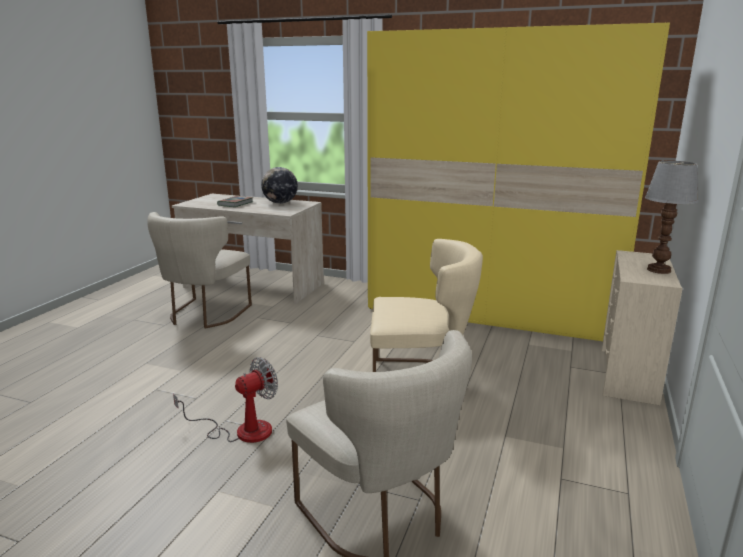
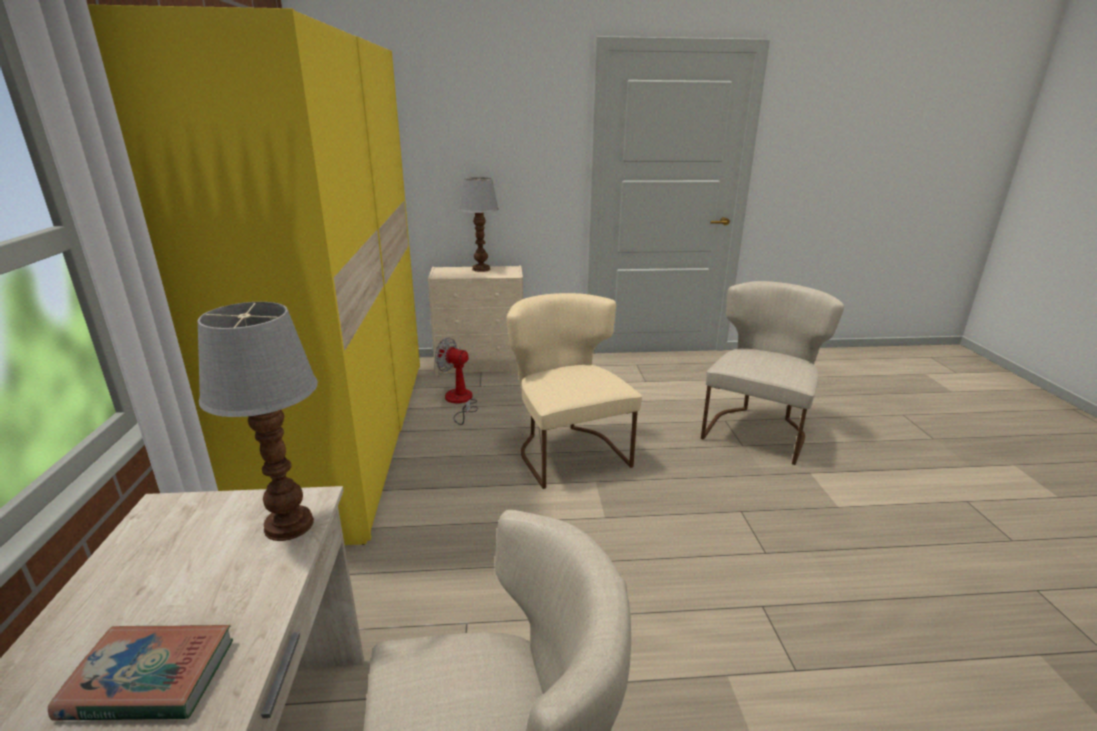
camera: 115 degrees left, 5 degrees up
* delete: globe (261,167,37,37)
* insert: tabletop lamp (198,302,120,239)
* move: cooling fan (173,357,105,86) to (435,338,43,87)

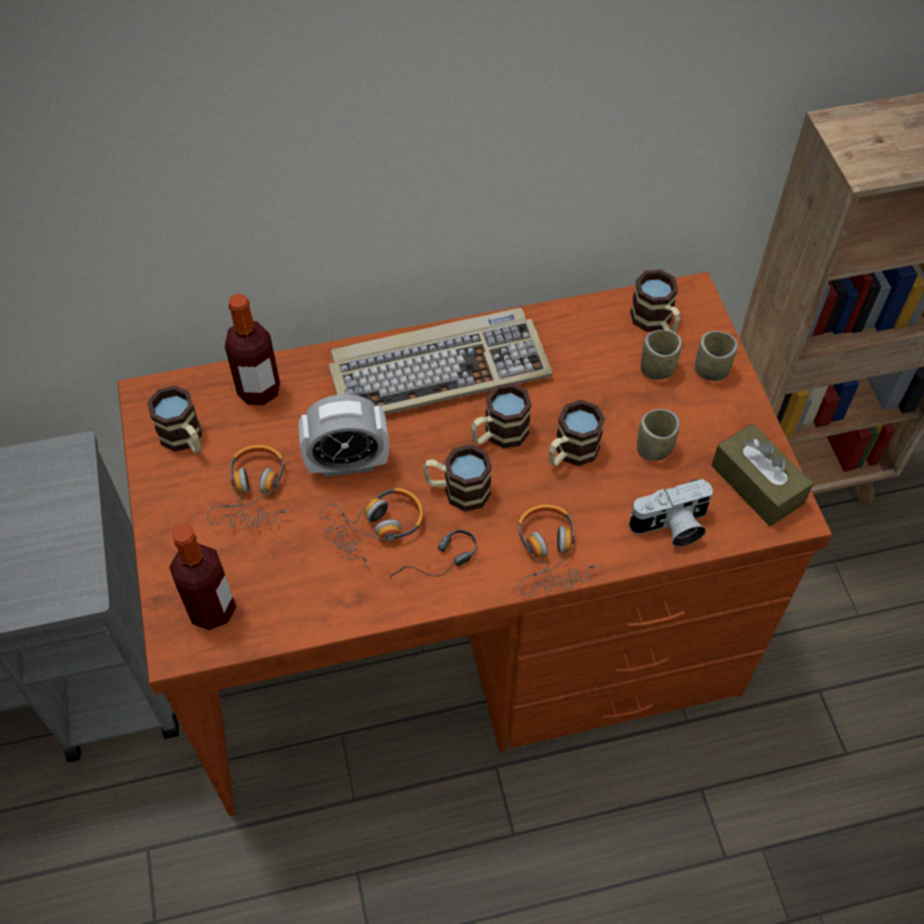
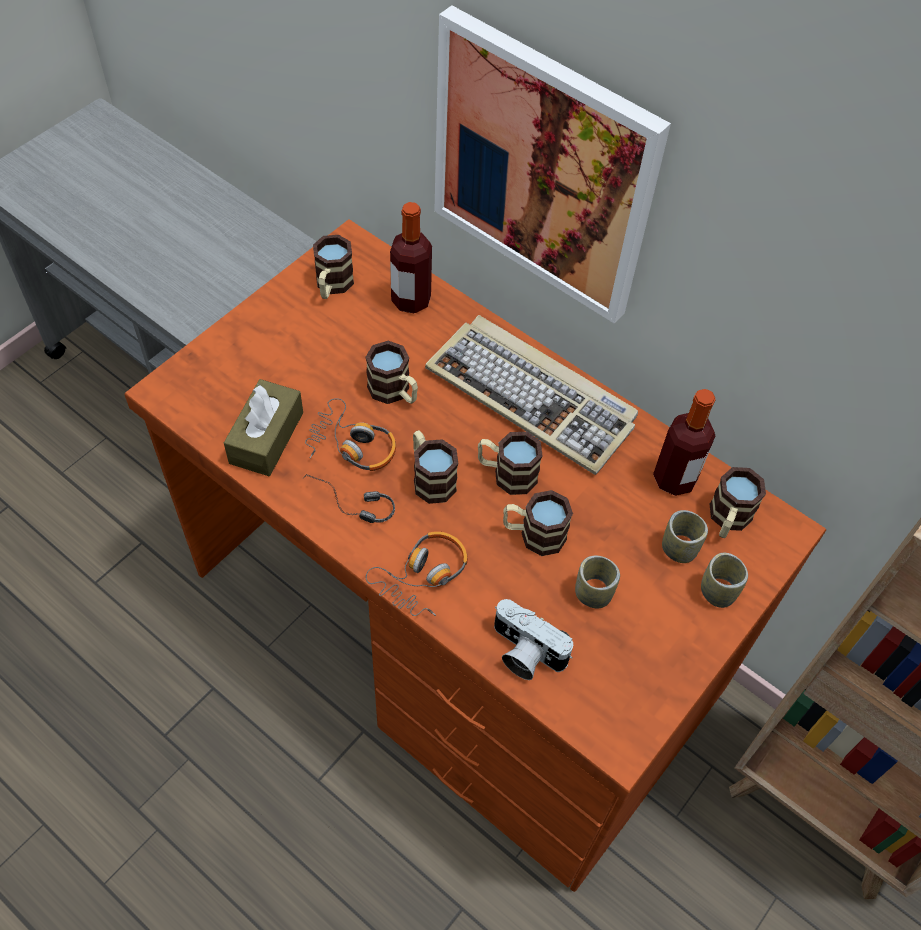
camera: 50 degrees right, 0 degrees up
* delete: headset (207,445,83,83)
* insert: wall picture (434,6,237,318)
* move: drink bottle (169,524,67,106) to (653,389,63,107)
* move: brownish tissue box (712,423,101,103) to (224,379,79,97)
* replace: table clock (298,394,91,83) to mug (366,341,52,63)

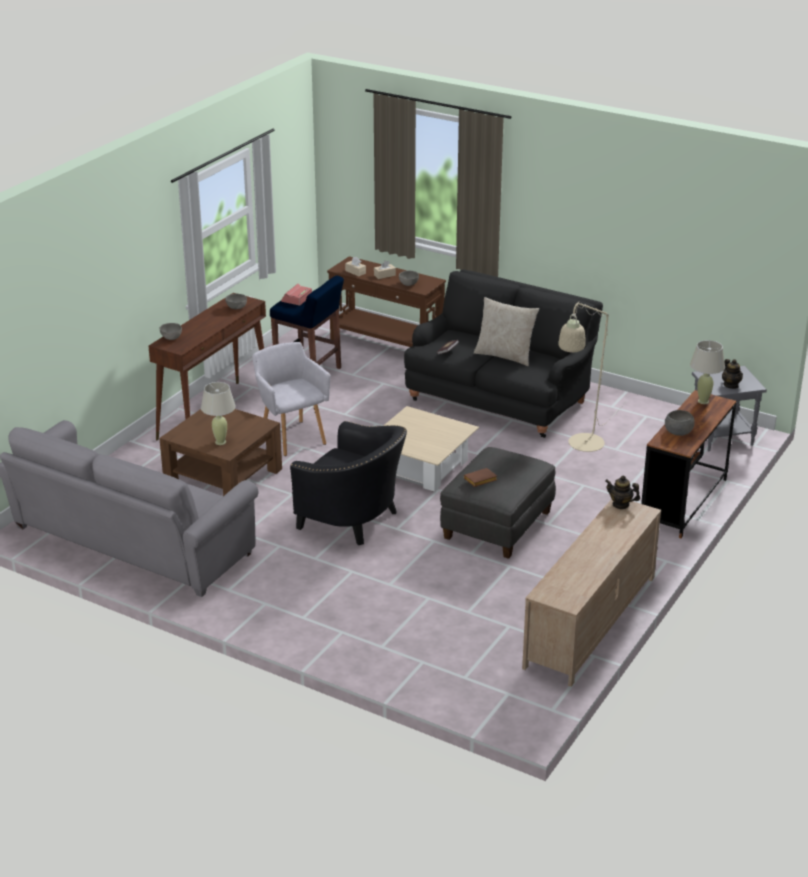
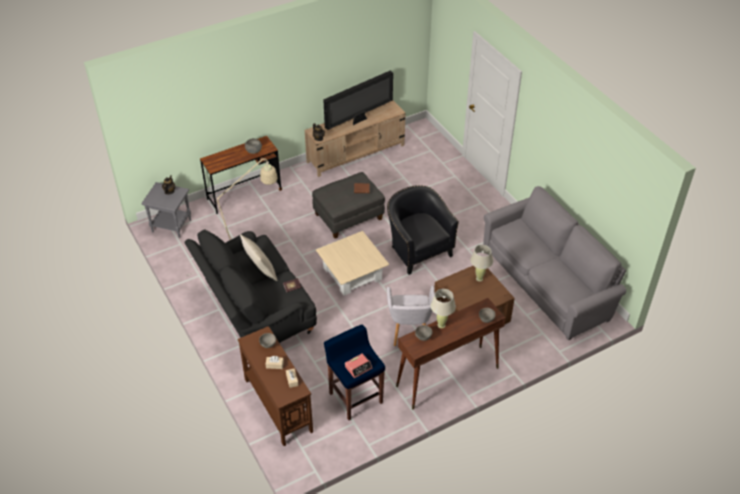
camera: 150 degrees left, 15 degrees up
* insert: TV (323,71,70,59)
* move: sand-coloured tabletop lamp (690,340,35,64) to (431,289,25,39)

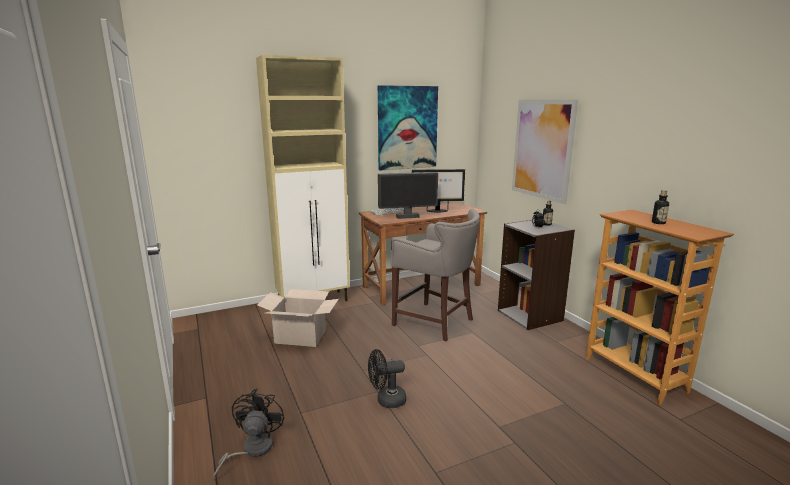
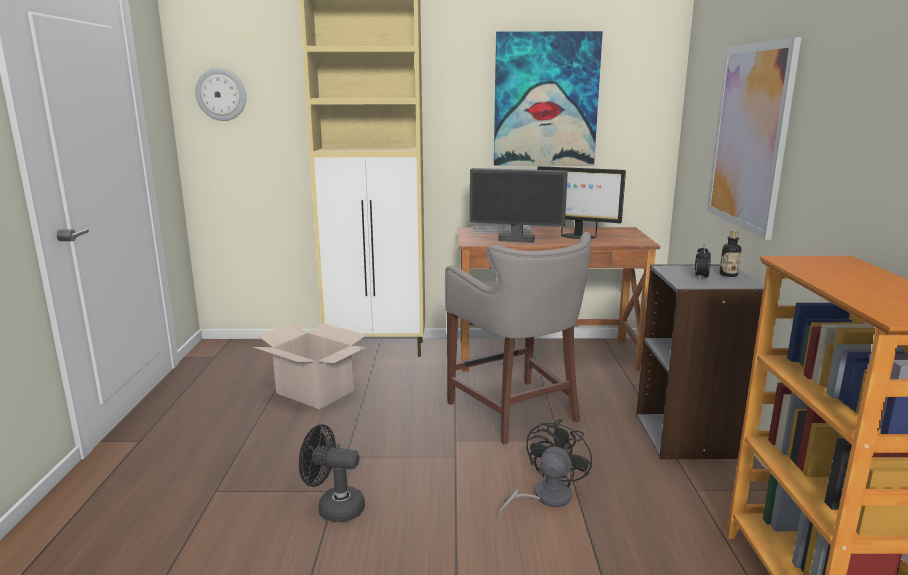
camera: 25 degrees right, 0 degrees up
* delete: drink bottle (652,190,17,34)
* insert: clock on the wall (195,68,51,53)
* move: blackish cooling fan (212,389,72,92) to (497,419,95,99)

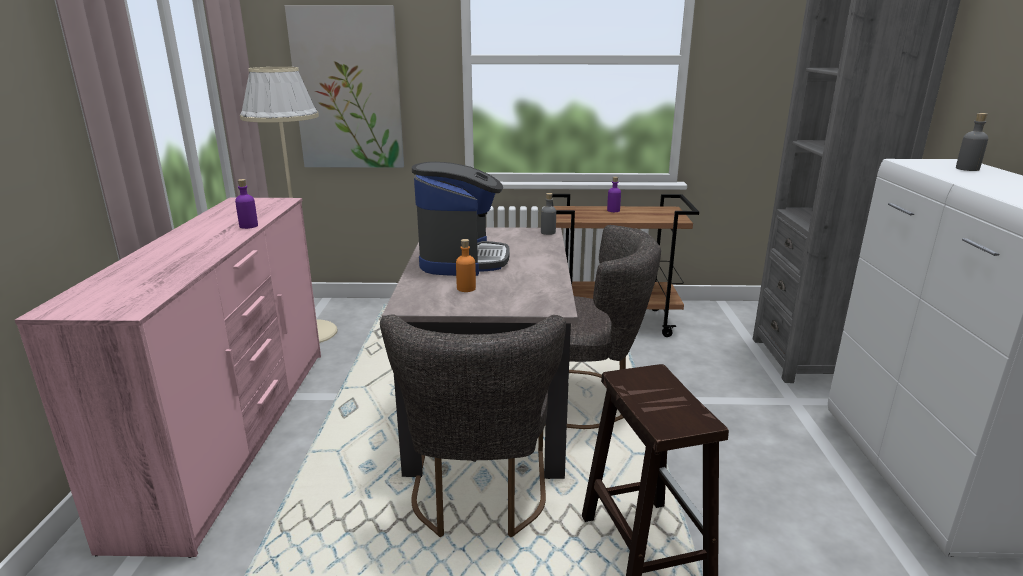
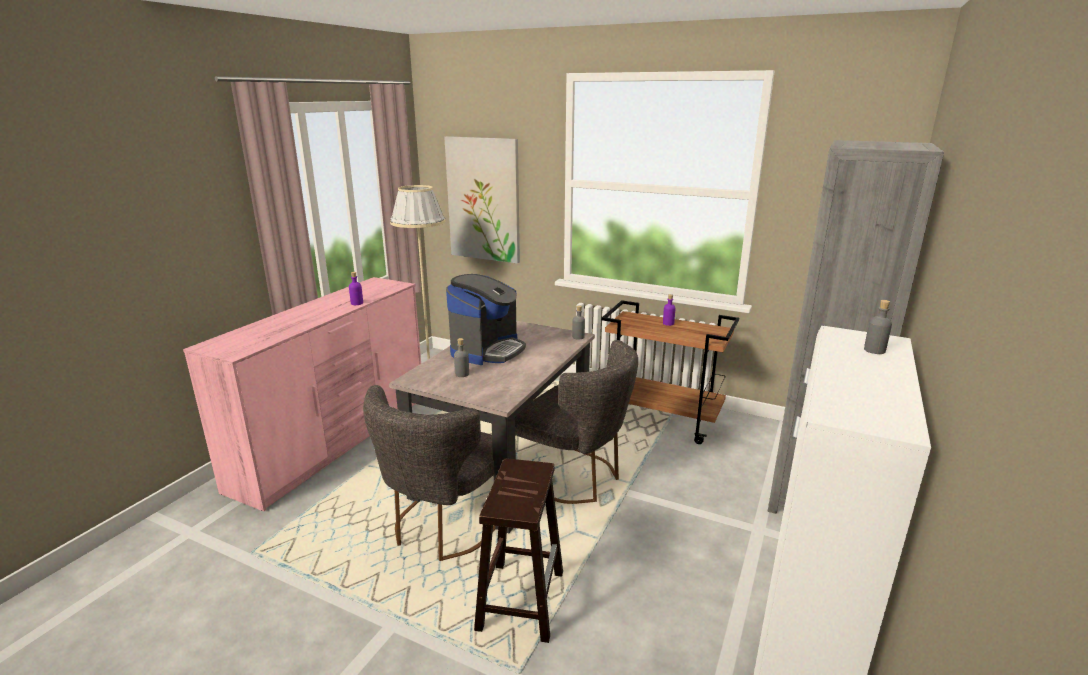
camera: 25 degrees right, 0 degrees up
* recolor: orange drink bottle (456,239,20,53) to grey drink bottle (454,338,15,39)

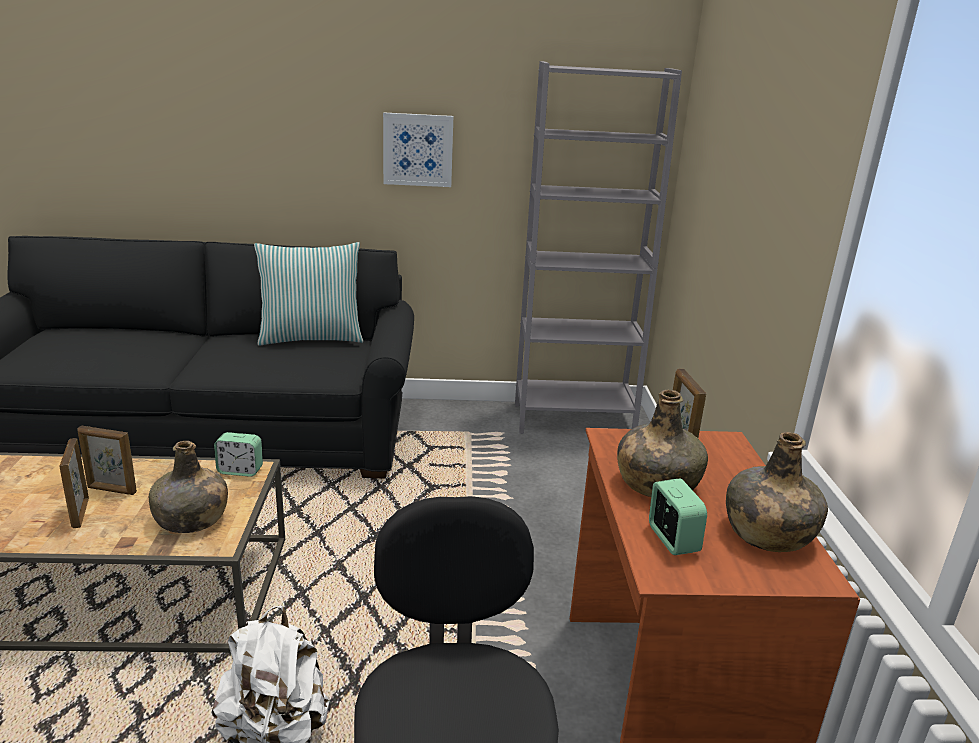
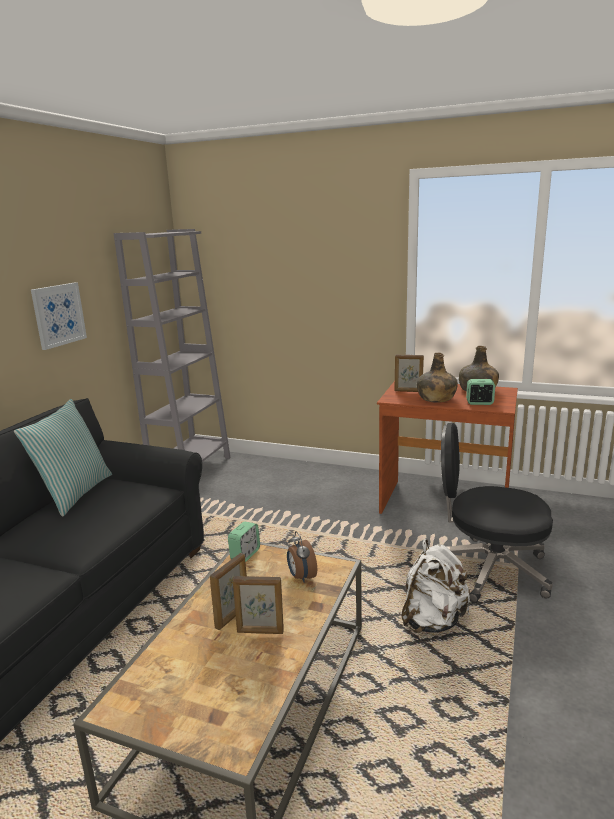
camera: 65 degrees left, 5 degrees down
* replace: greenish drink bottle (149,441,79,92) to table clock (287,531,30,52)

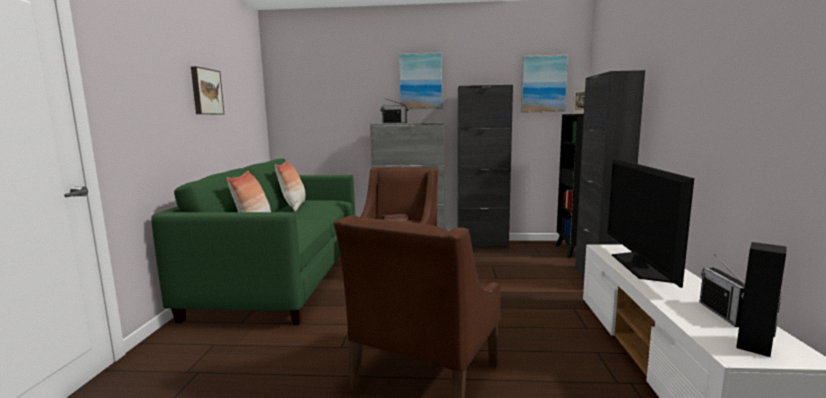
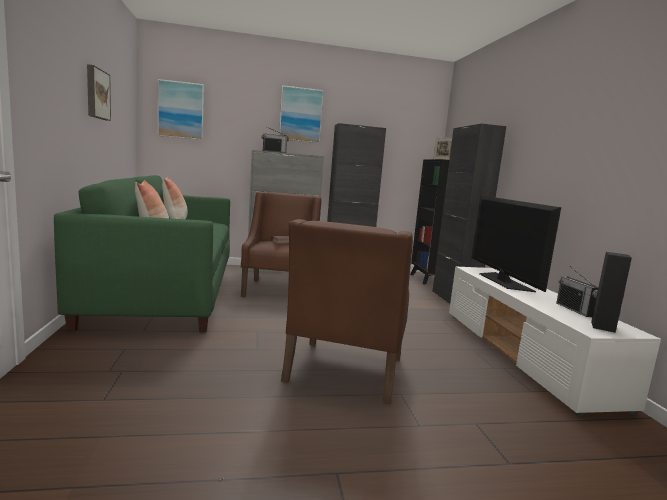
camera: 15 degrees left, 0 degrees up
* move: wall picture (521,54,48,59) to (158,79,46,61)

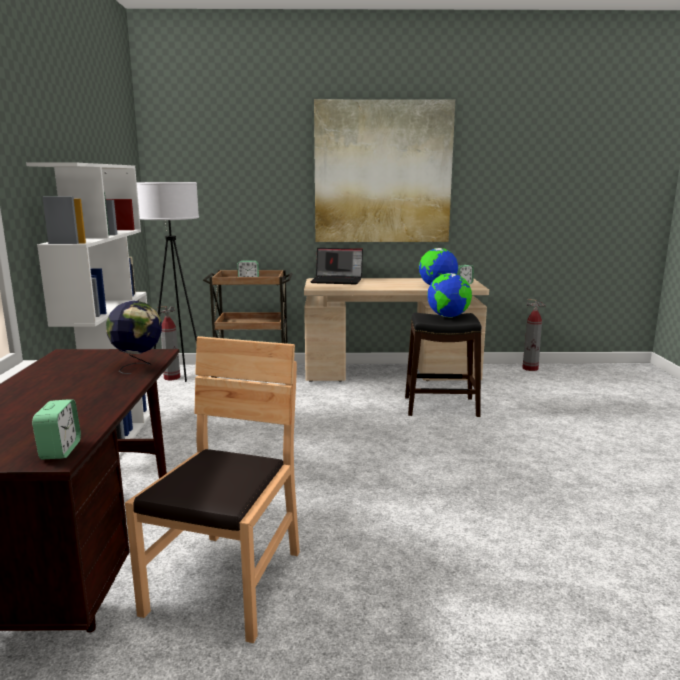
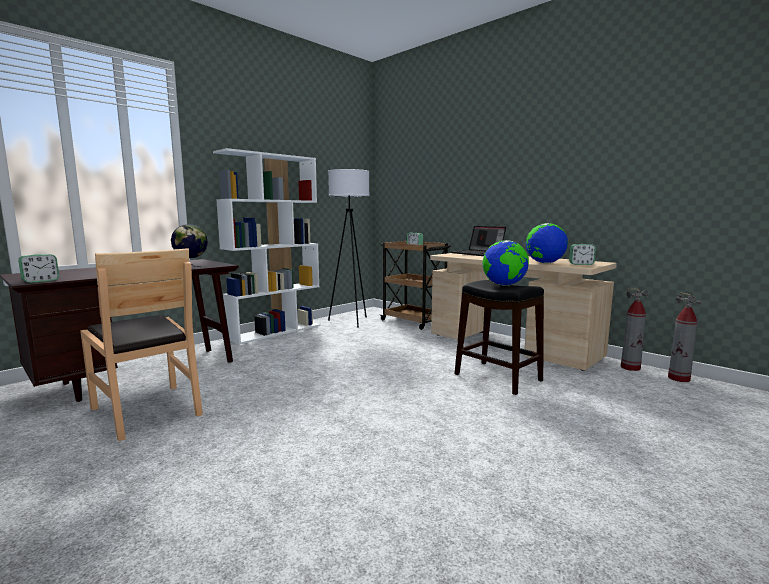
camera: 45 degrees right, 5 degrees down
* delete: wall picture (314,99,141,143)
* move: fire-fighting cylinder (157,306,23,74) to (621,288,28,83)
* rotate: brownish upright chair (125,336,175,307) = (80,248,123,193) 75 degrees clockwise

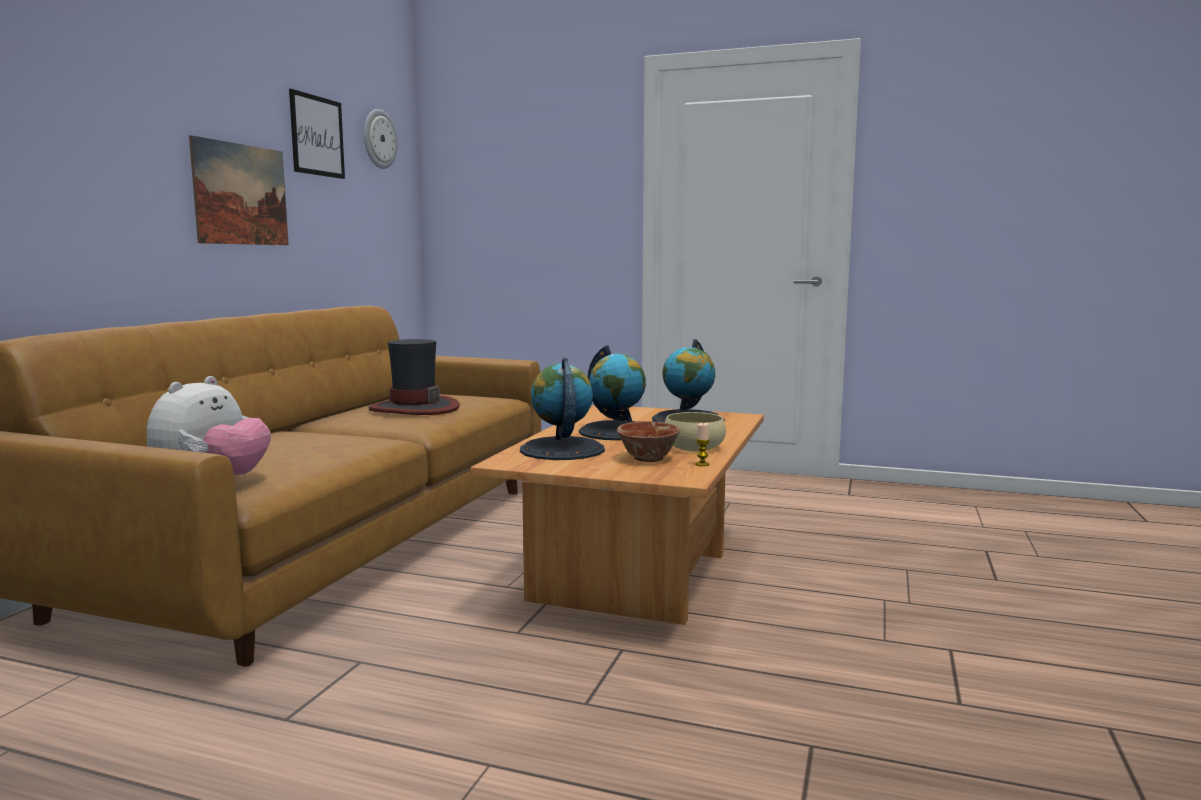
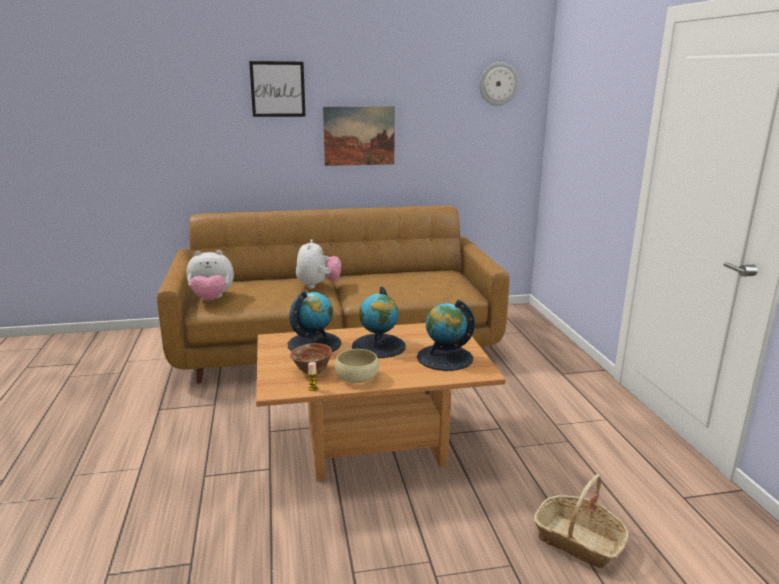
camera: 60 degrees right, 10 degrees up
* delete: wearable hat (369,339,91,76)
* insert: cuddly toy (296,239,45,50)
* insert: household basket (534,474,95,94)
* move: wall picture (289,89,56,90) to (249,61,57,56)

